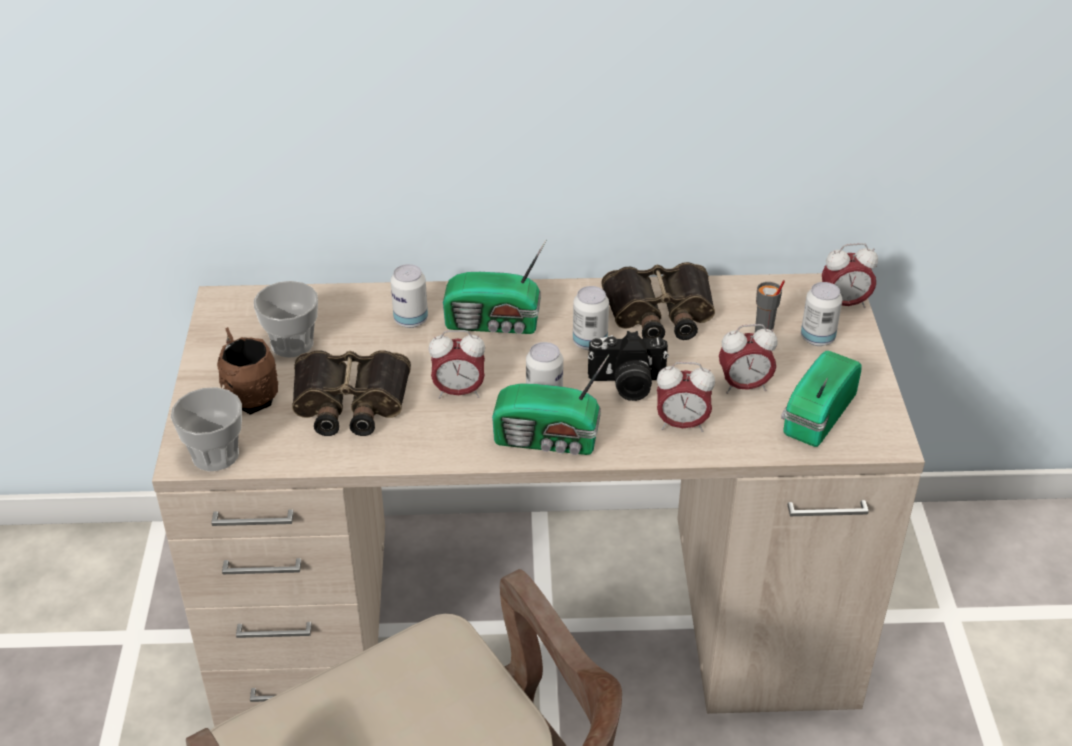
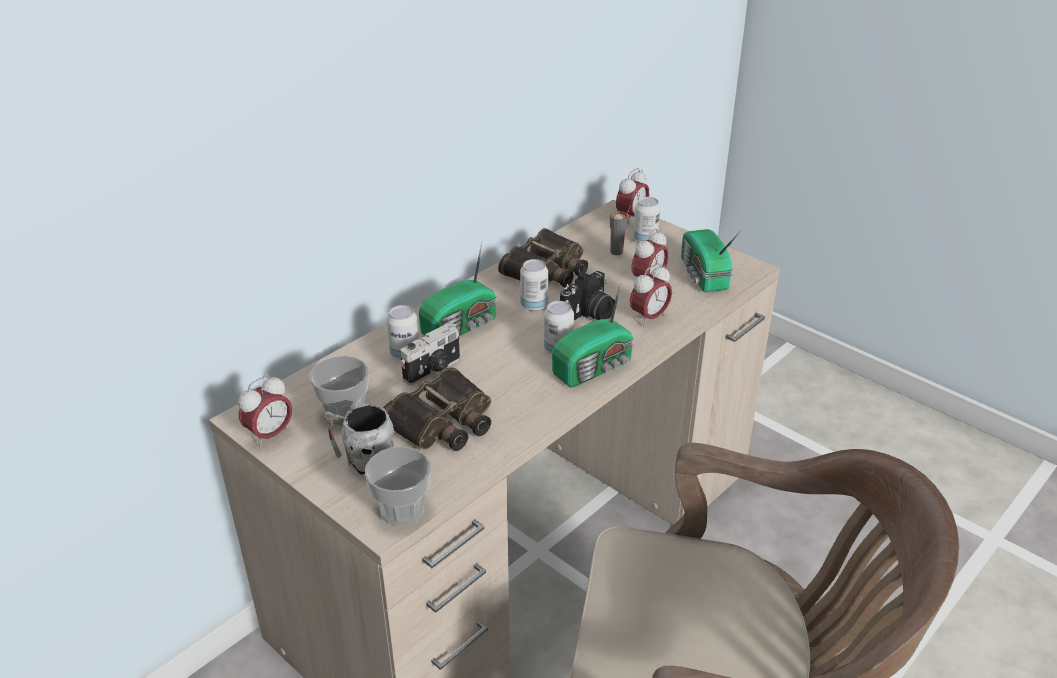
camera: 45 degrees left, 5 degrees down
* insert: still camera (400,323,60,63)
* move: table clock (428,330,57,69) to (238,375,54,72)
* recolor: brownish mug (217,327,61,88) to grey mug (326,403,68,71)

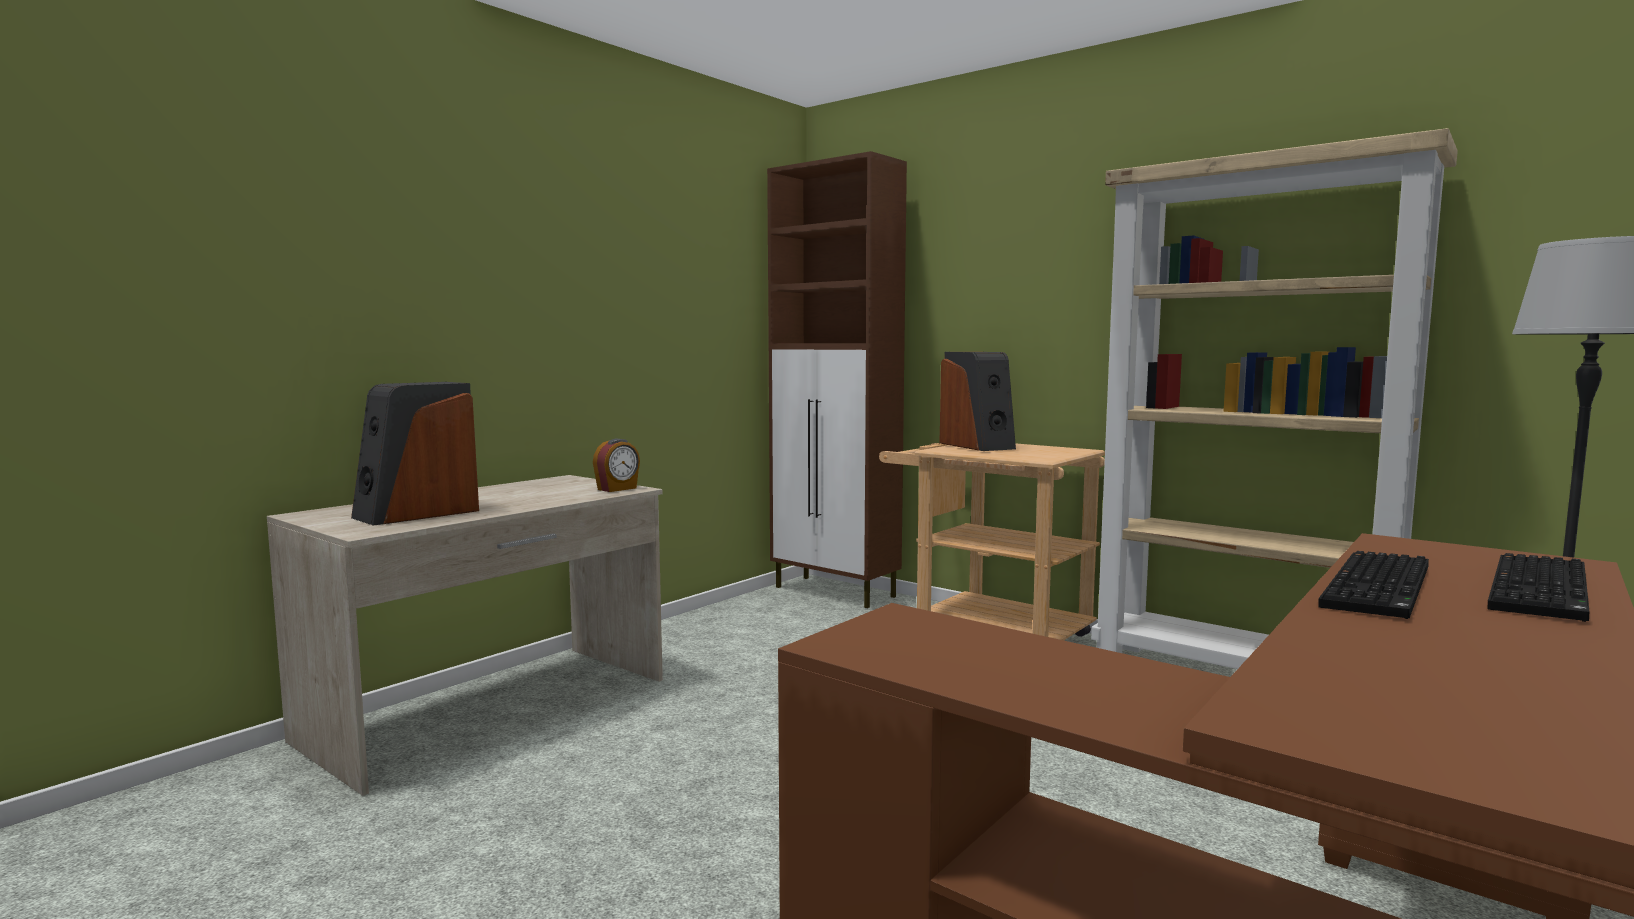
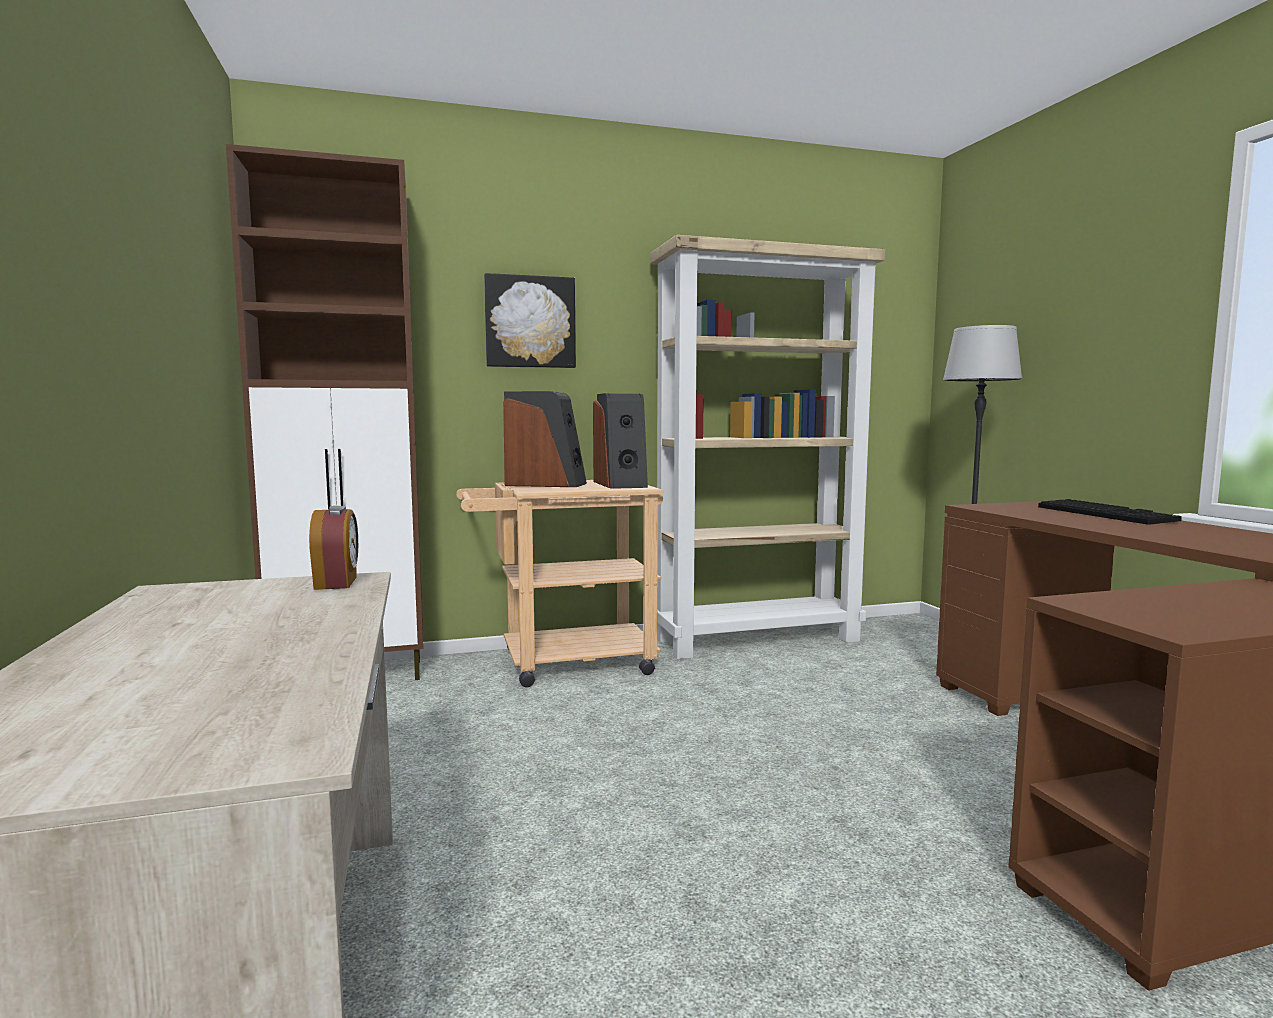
camera: 55 degrees left, 0 degrees up
* delete: PC keyboard (1318,551,111,68)
* insert: wall picture (484,273,92,95)
* move: audio speaker (351,382,128,144) to (593,393,55,96)

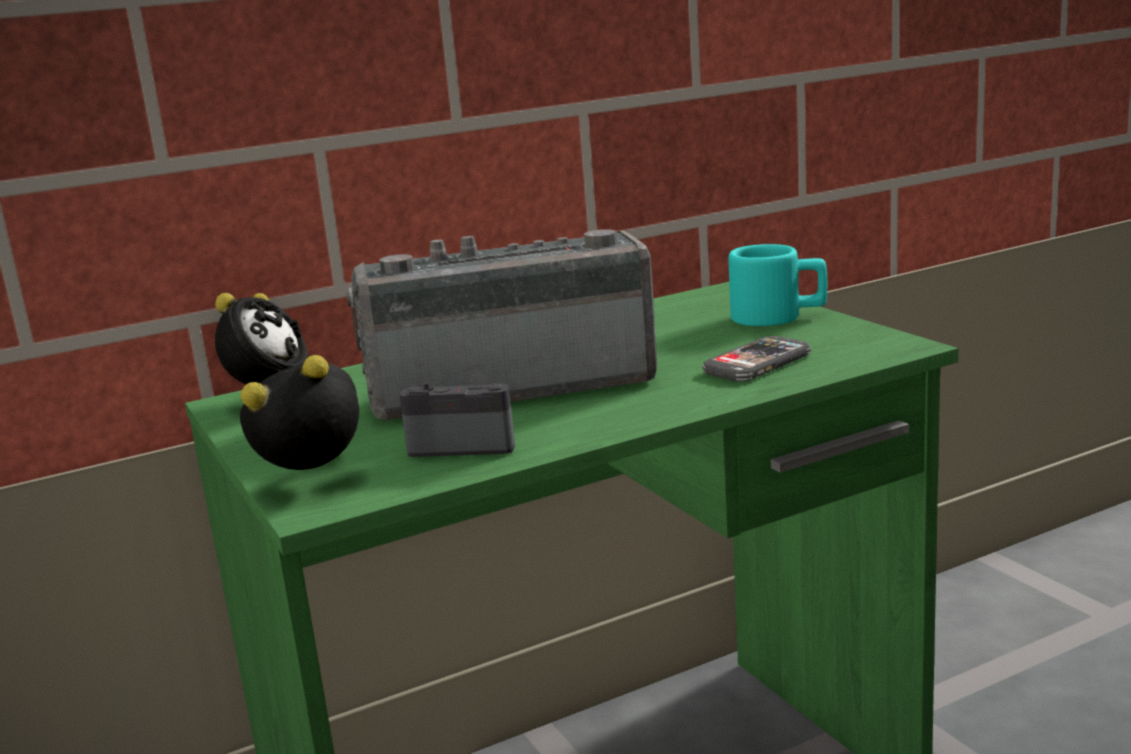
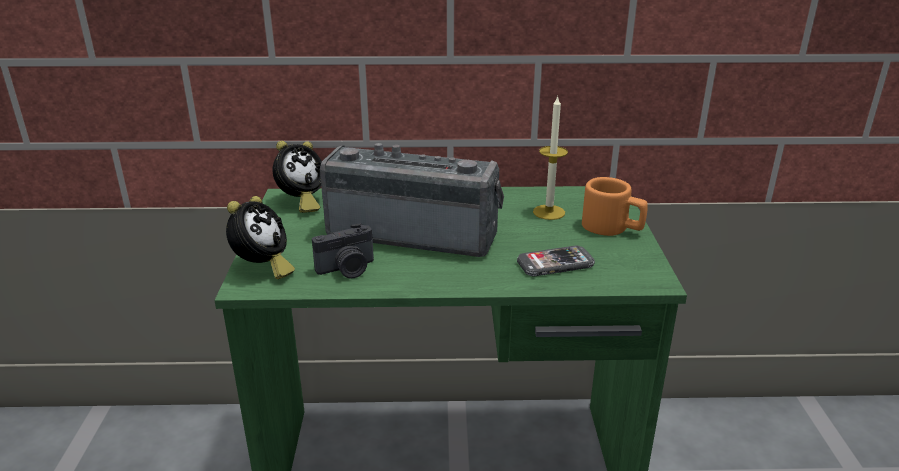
camera: 25 degrees right, 10 degrees up
* insert: wax light (533,95,35,125)
* recolor: turquoise-coloured mug (729,244,98,82) to orange mug (582,177,66,59)
* rotate: table clock (240,355,119,115) = (226,196,69,83) 105 degrees clockwise
* rotate: still camera (400,383,115,74) = (312,223,62,56) 120 degrees clockwise

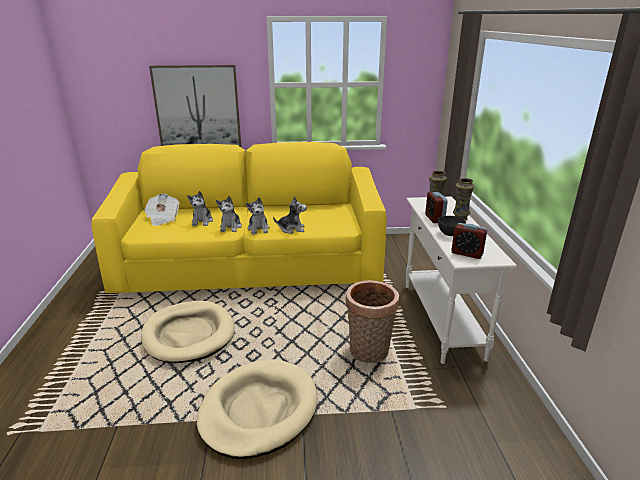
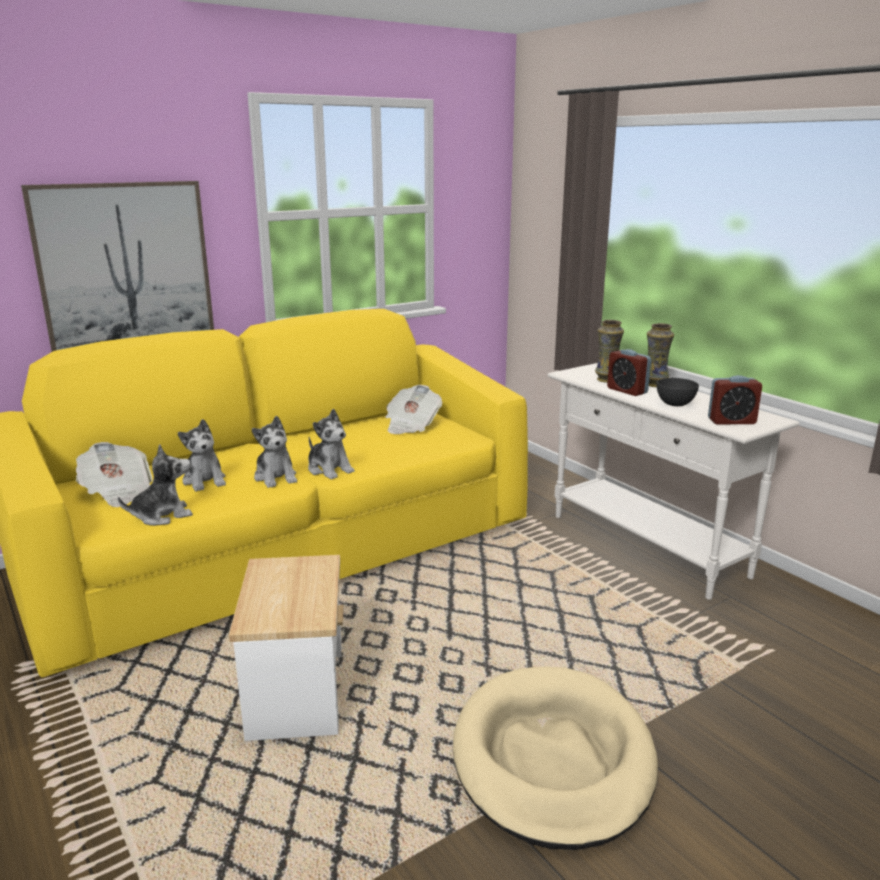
camera: 30 degrees left, 5 degrees down
* delete: household basket (346,280,53,83)
* insert: newspaper (386,385,56,49)
* move: cuddly toy (273,196,34,38) to (118,444,75,82)
* replace: sand-coloured dog bed (141,301,94,62) to end table (229,555,115,186)

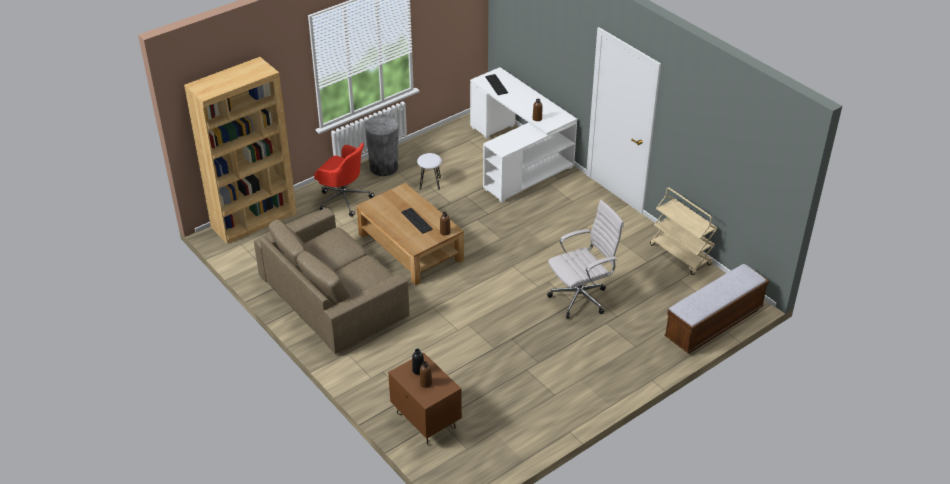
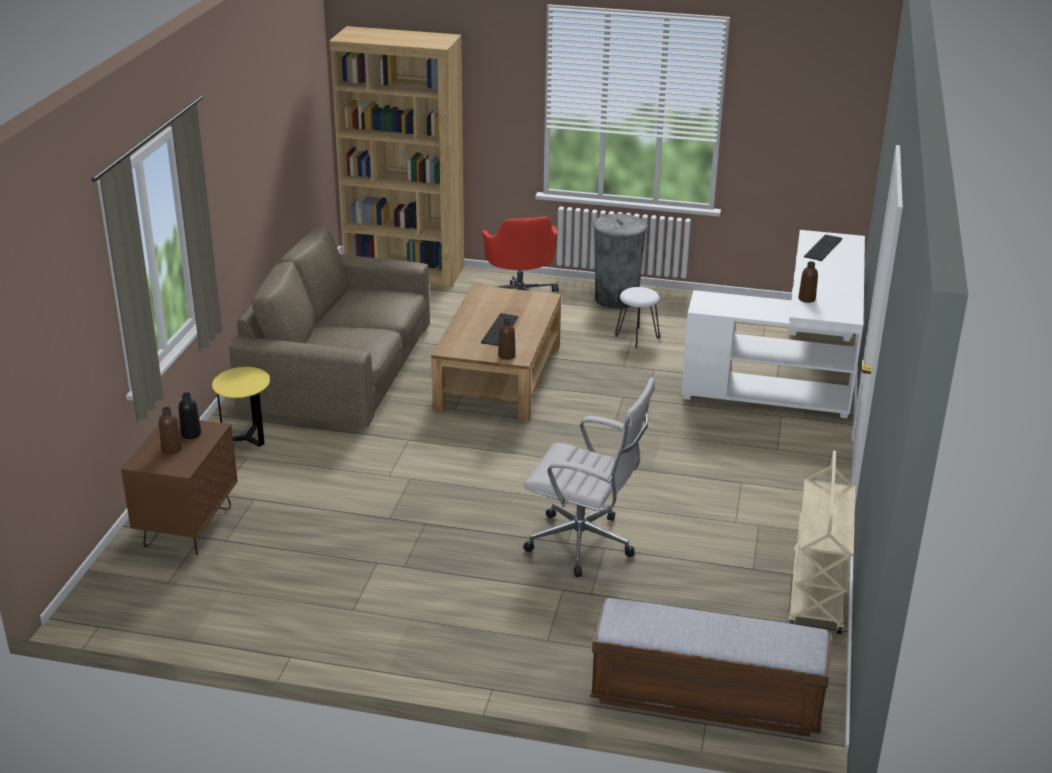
camera: 50 degrees right, 10 degrees down
* insert: yellow end table (212,367,58,80)

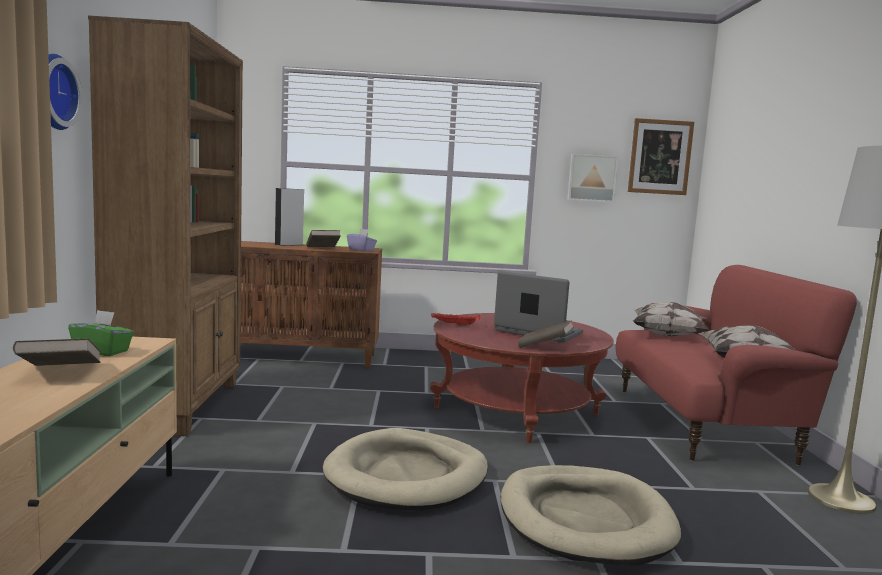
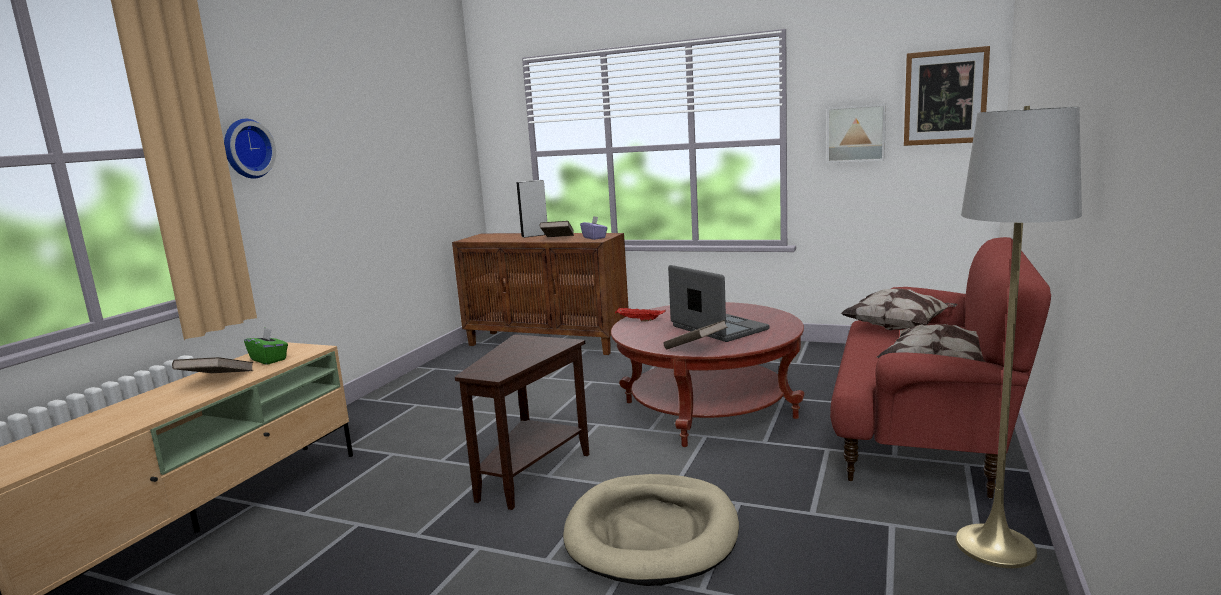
camera: 25 degrees right, 5 degrees up
* delete: brownish bookshelf (88,15,155,421)
* replace: sand-coloured dog bed (323,428,165,82) to brownish end table (455,334,134,176)

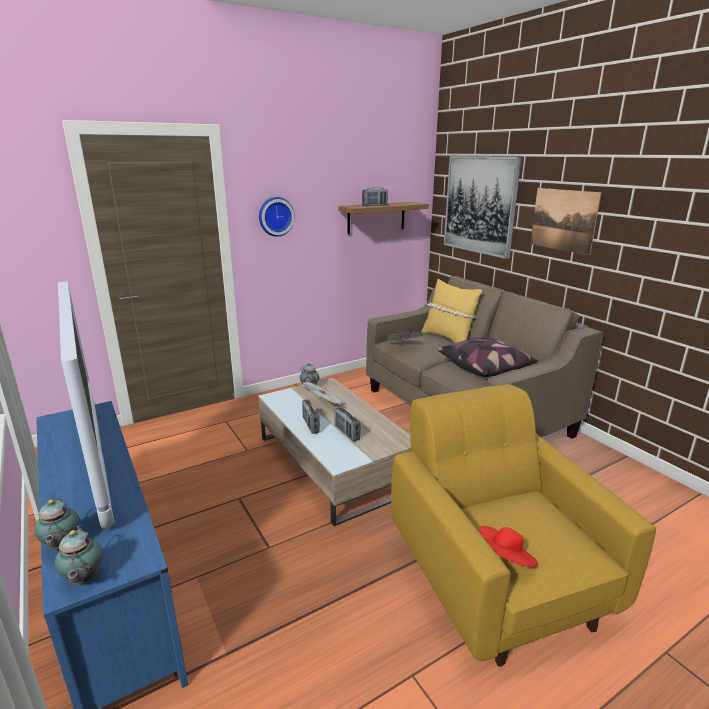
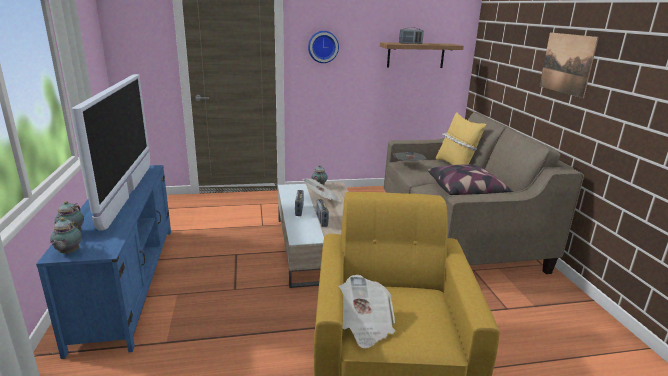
camera: 20 degrees right, 0 degrees up
* delete: wall picture (444,156,78,103)
* replace: red-coloured wearable hat (478,526,60,41) to newspaper (338,275,57,74)

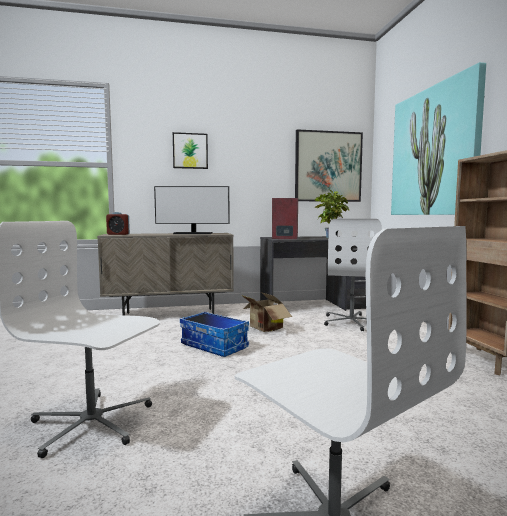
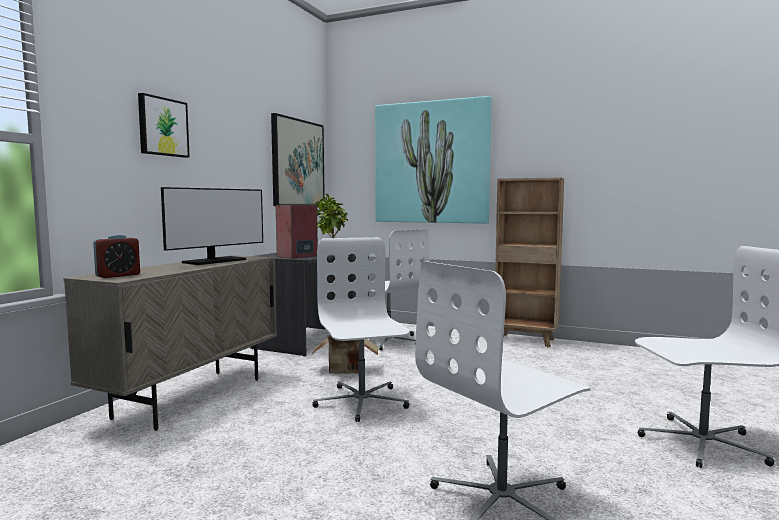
camera: 55 degrees left, 0 degrees up
* replace: storage container (180,312,69,45) to white-coloured computer chair (313,237,96,185)

